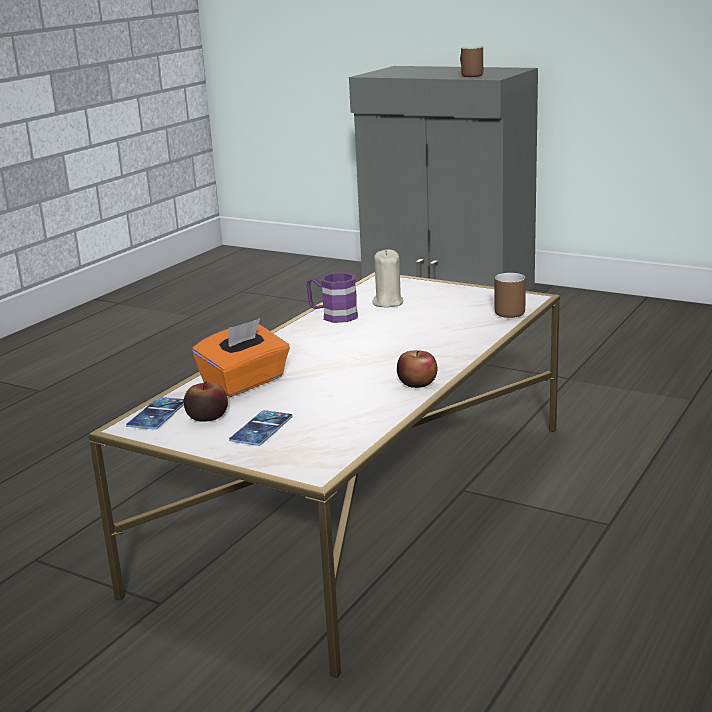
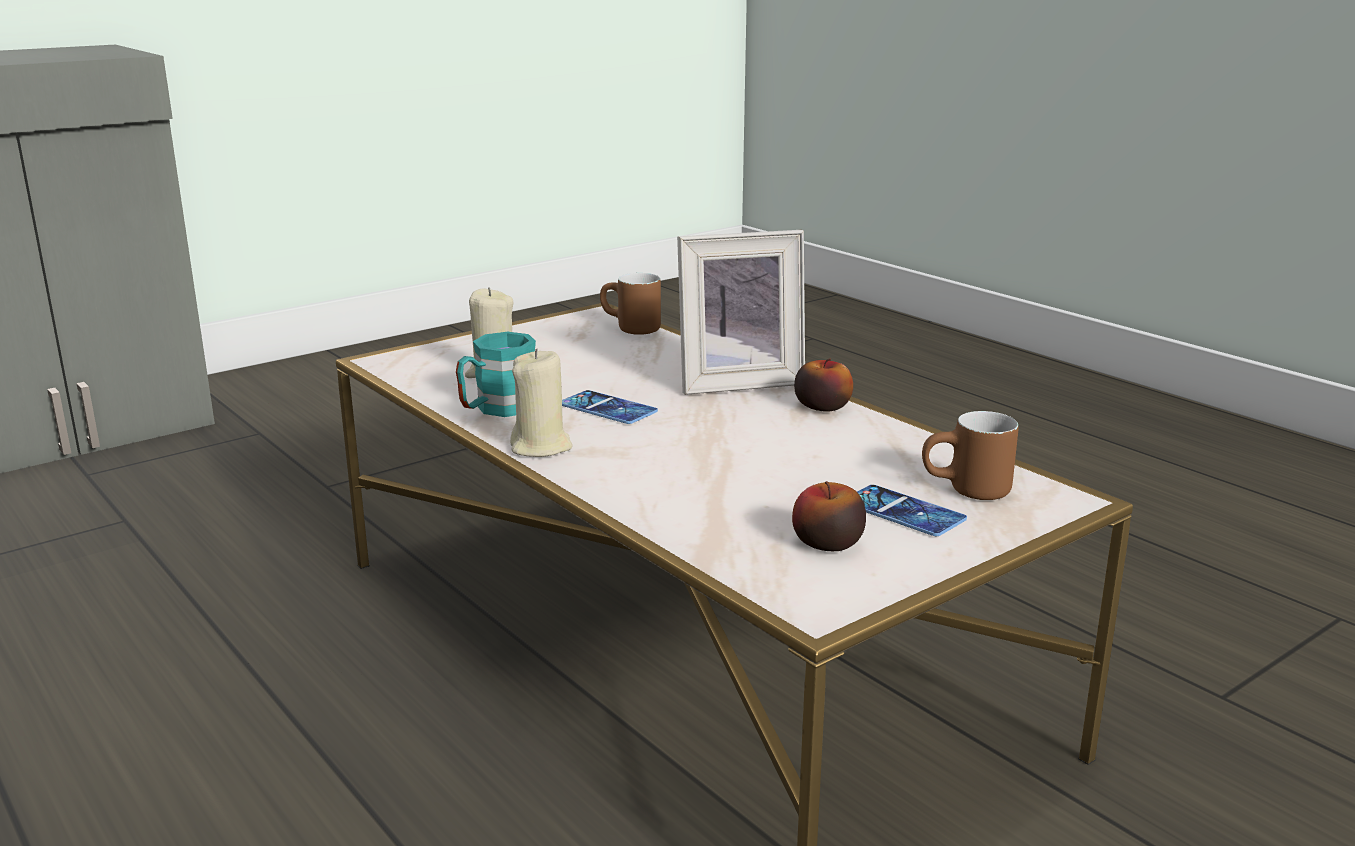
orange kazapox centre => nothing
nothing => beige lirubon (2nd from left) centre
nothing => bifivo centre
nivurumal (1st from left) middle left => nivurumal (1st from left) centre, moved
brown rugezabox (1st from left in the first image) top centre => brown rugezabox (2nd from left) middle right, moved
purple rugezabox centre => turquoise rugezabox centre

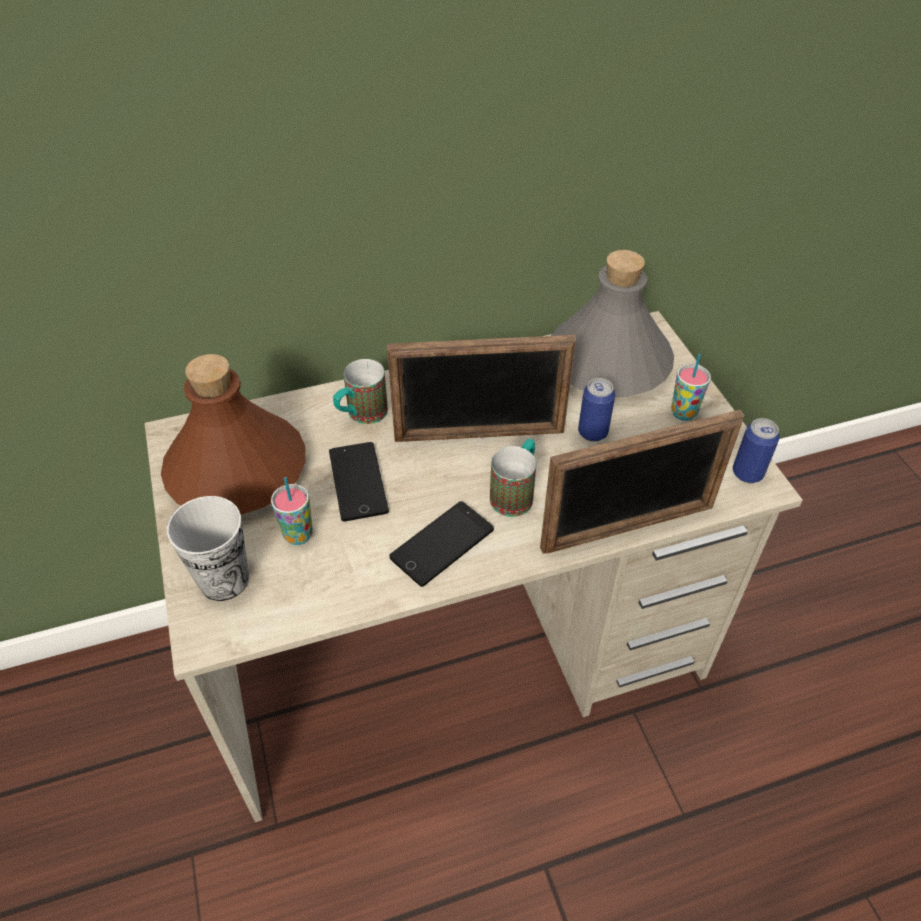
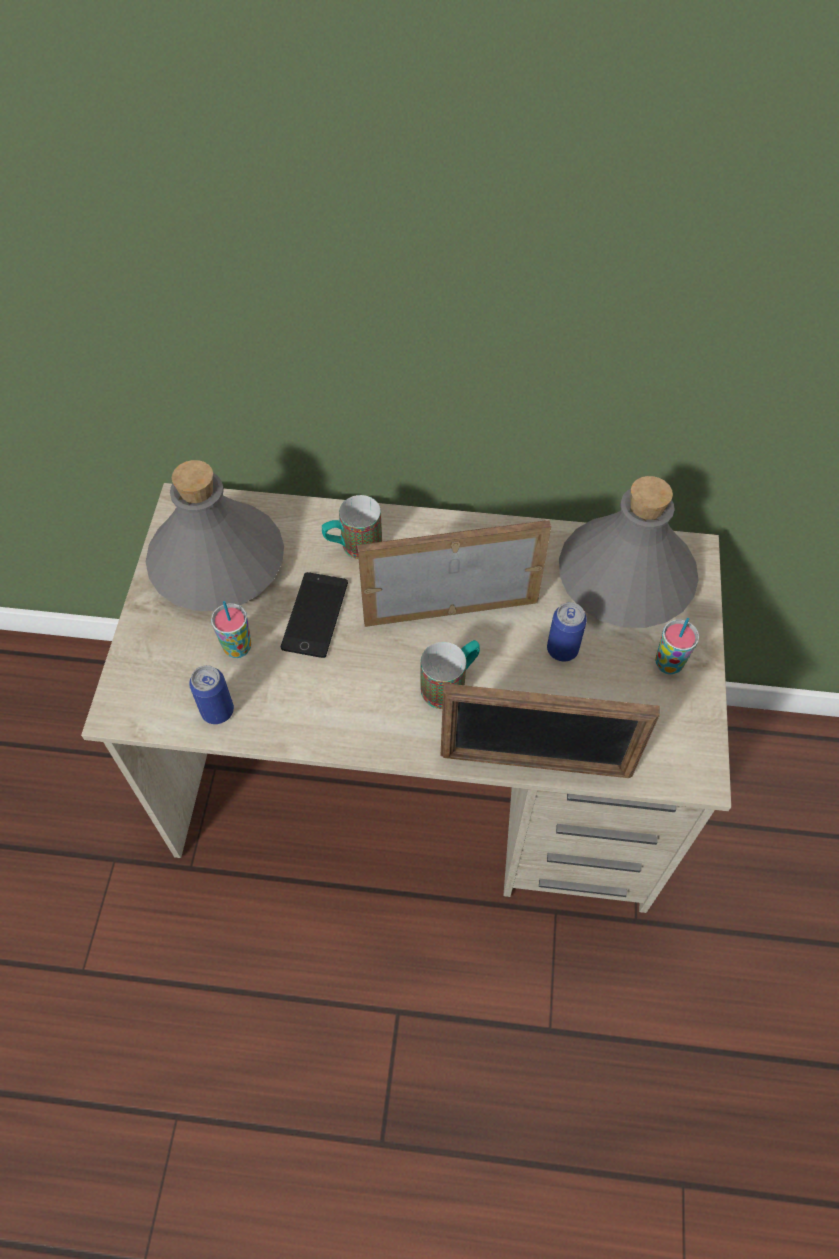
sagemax (1st from left) middle left => nothing
nivurumal (2nd from left) centre => nothing
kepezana (2nd from left in the first image) middle right => kepezana (1st from left) middle left, moved
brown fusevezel middle left => grey fusevezel (1st from left) middle left
bifivo (1st from left) centre, 150 degrees clockwise

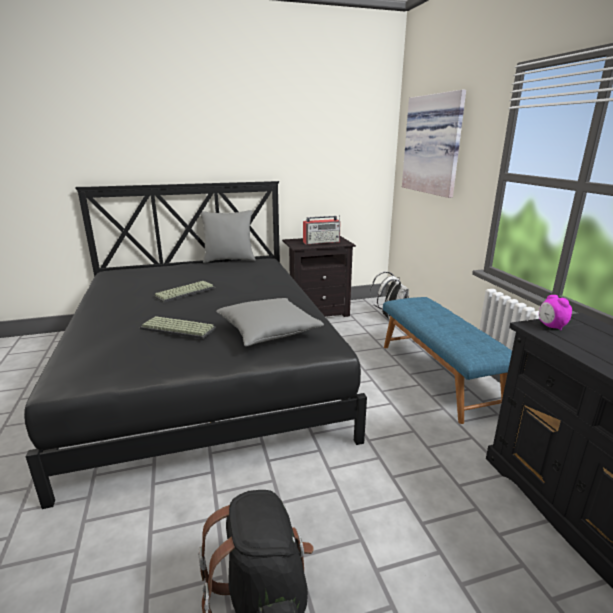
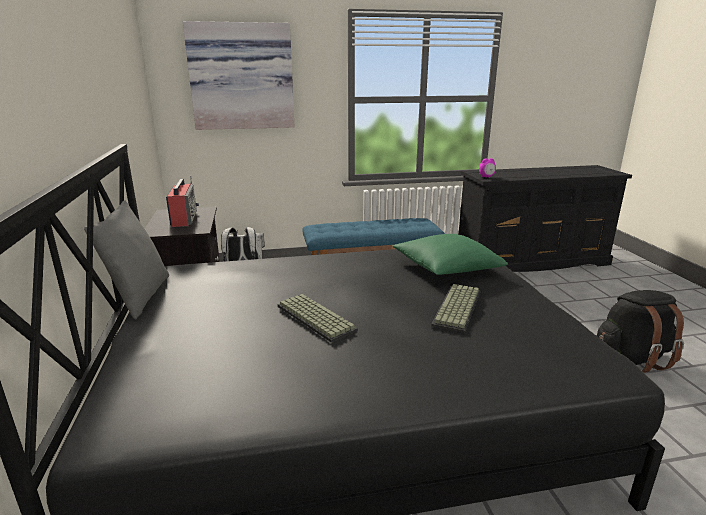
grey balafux (2nd from left) centre => green balafux centre

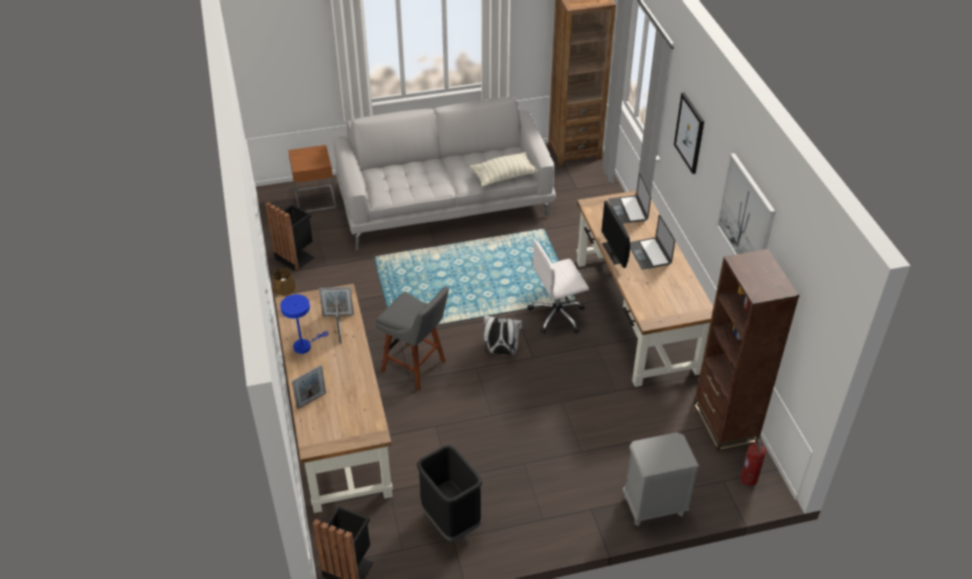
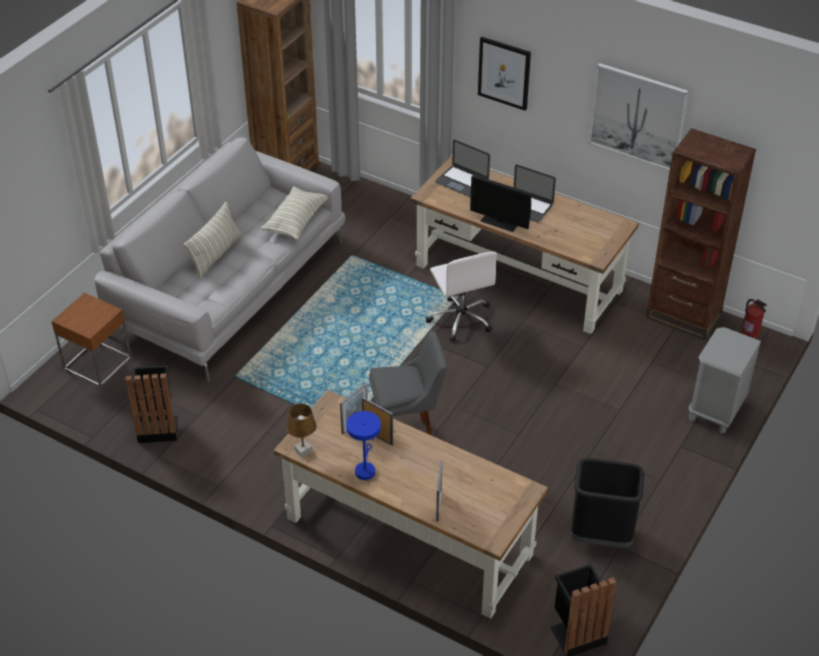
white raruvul centre => nothing
nothing => balafux (1st from left) middle left
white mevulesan centre, 45 degrees counterclockwise

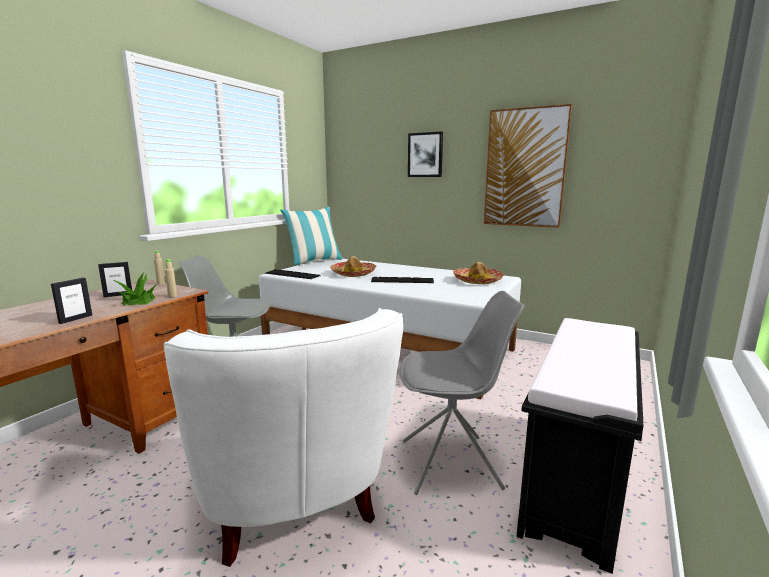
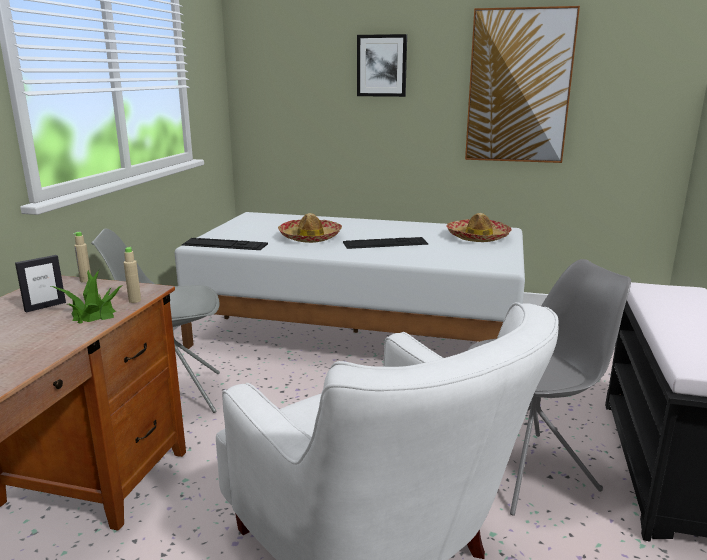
bifivo (1st from left) middle left => nothing
balafux centre => nothing

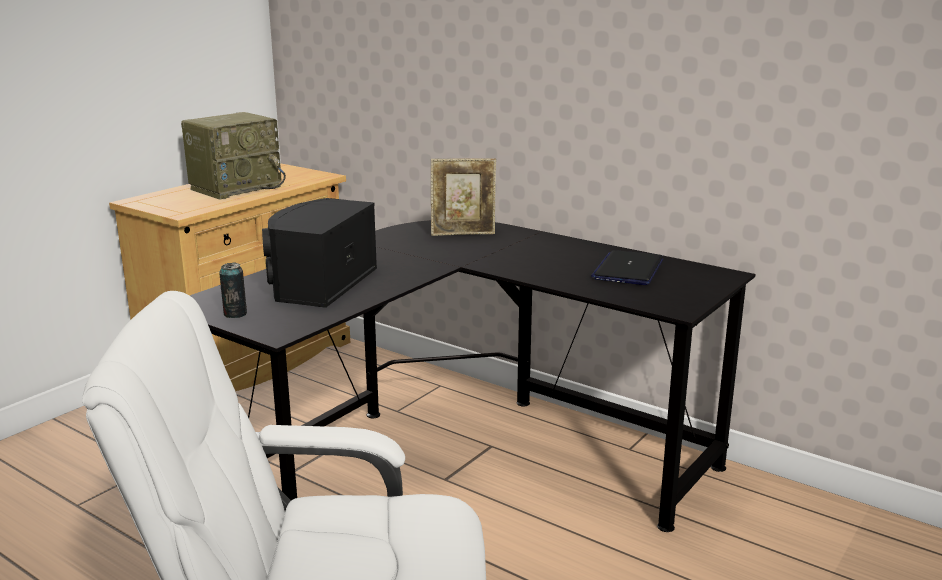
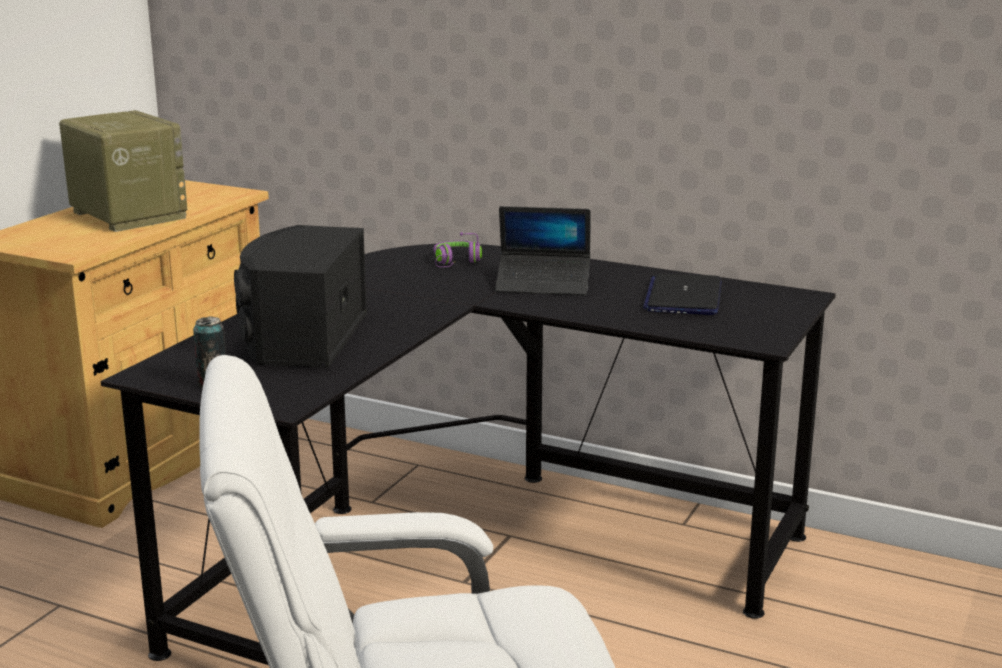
nothing => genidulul (1st from left) centre
bifivo centre => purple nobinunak centre
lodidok top left, 75 degrees counterclockwise

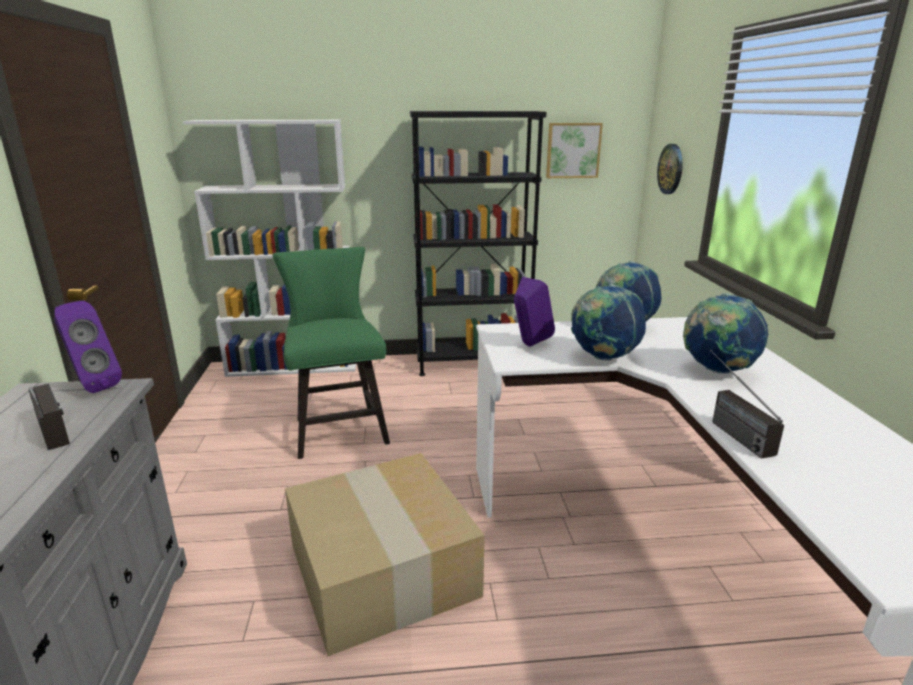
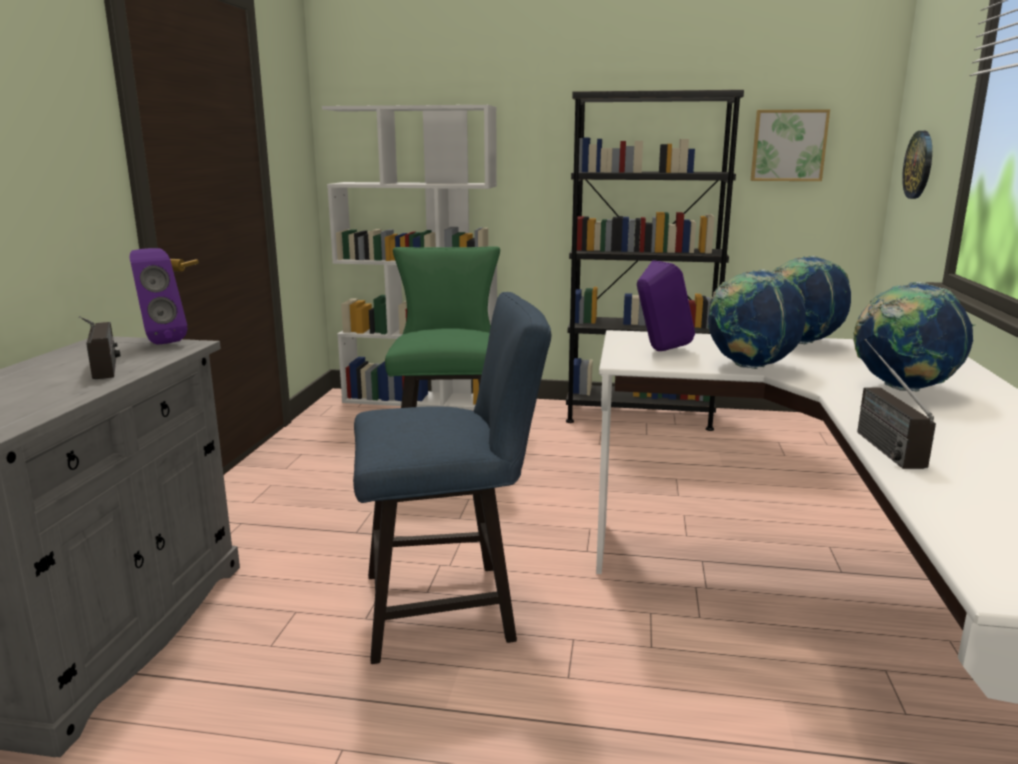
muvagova bottom centre => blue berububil centre

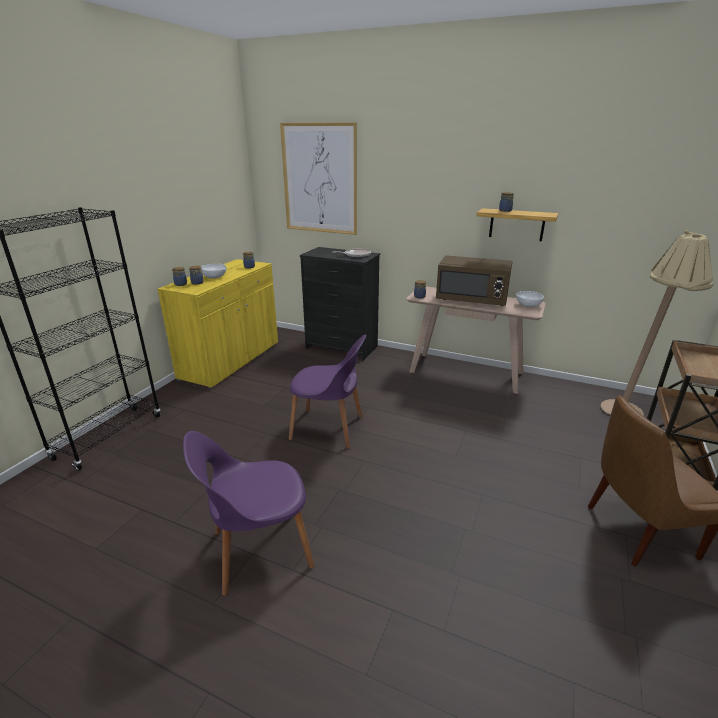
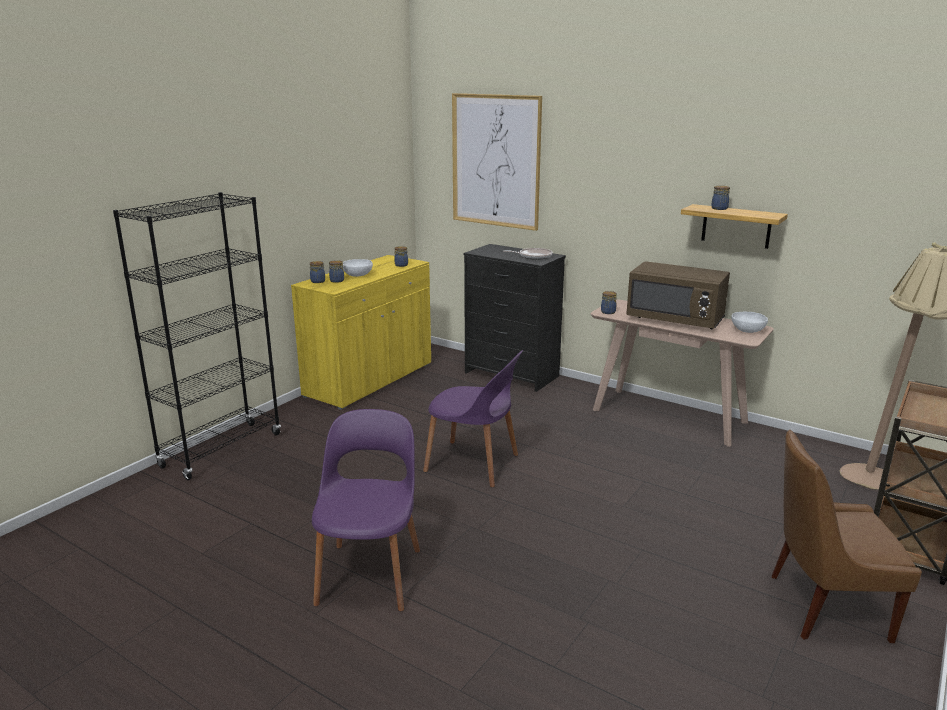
purple berububil (1st from left) bottom centre, 105 degrees clockwise

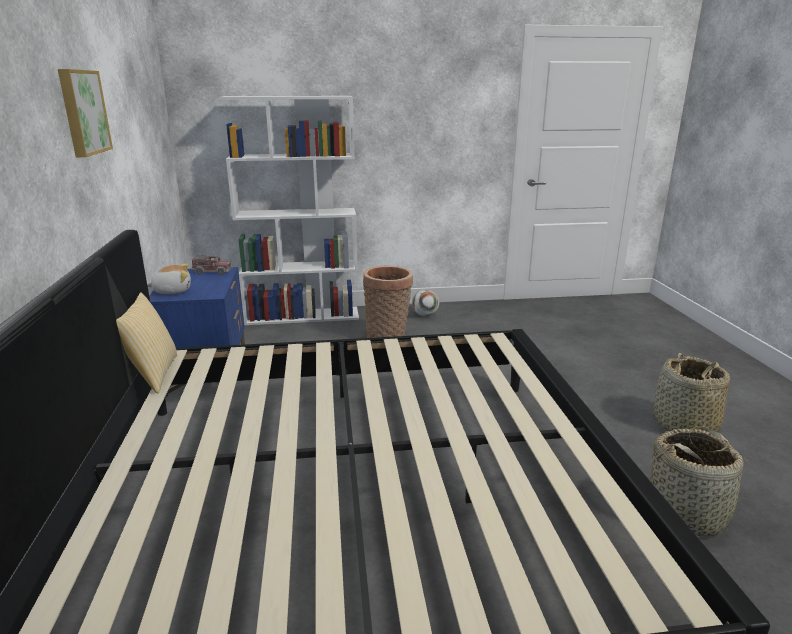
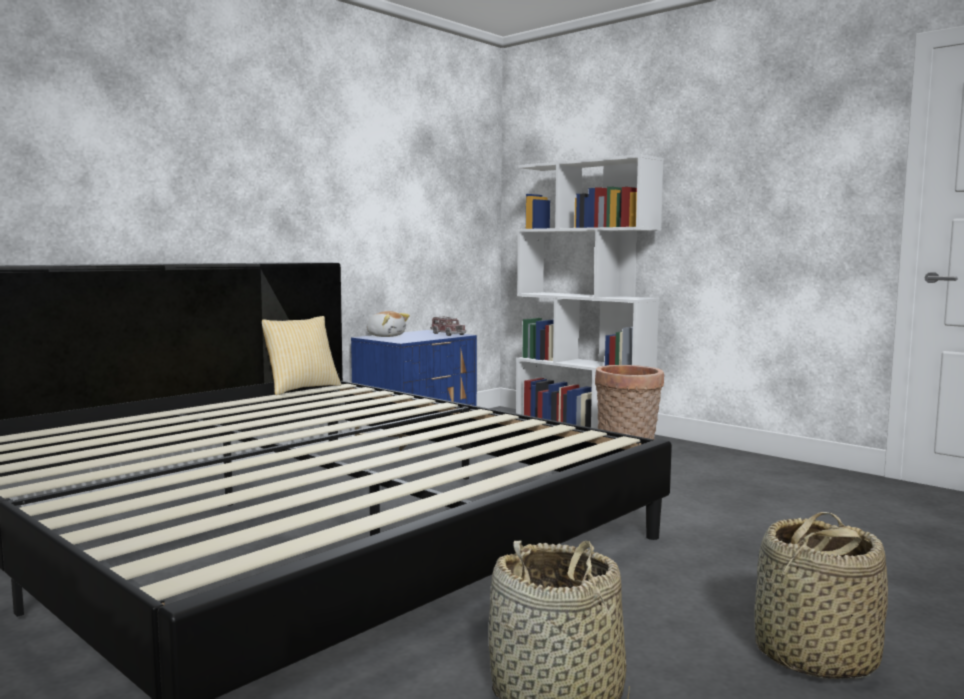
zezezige top left => nothing
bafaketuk centre => nothing

